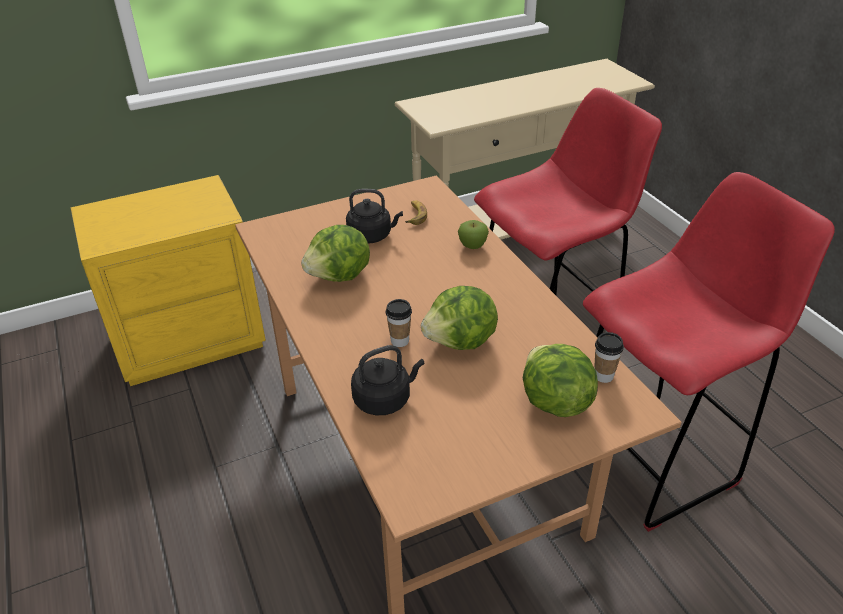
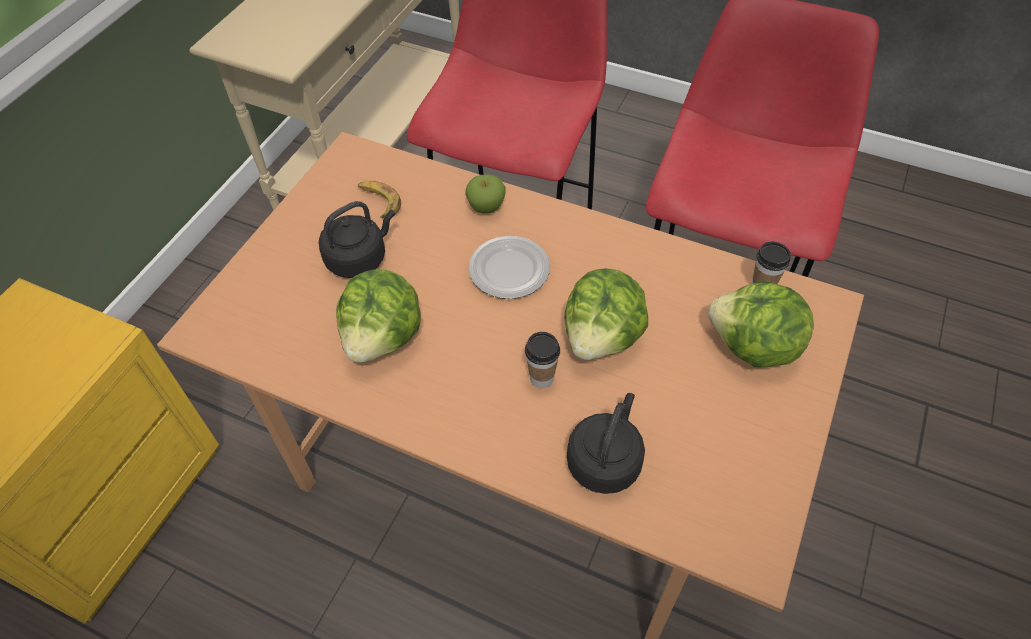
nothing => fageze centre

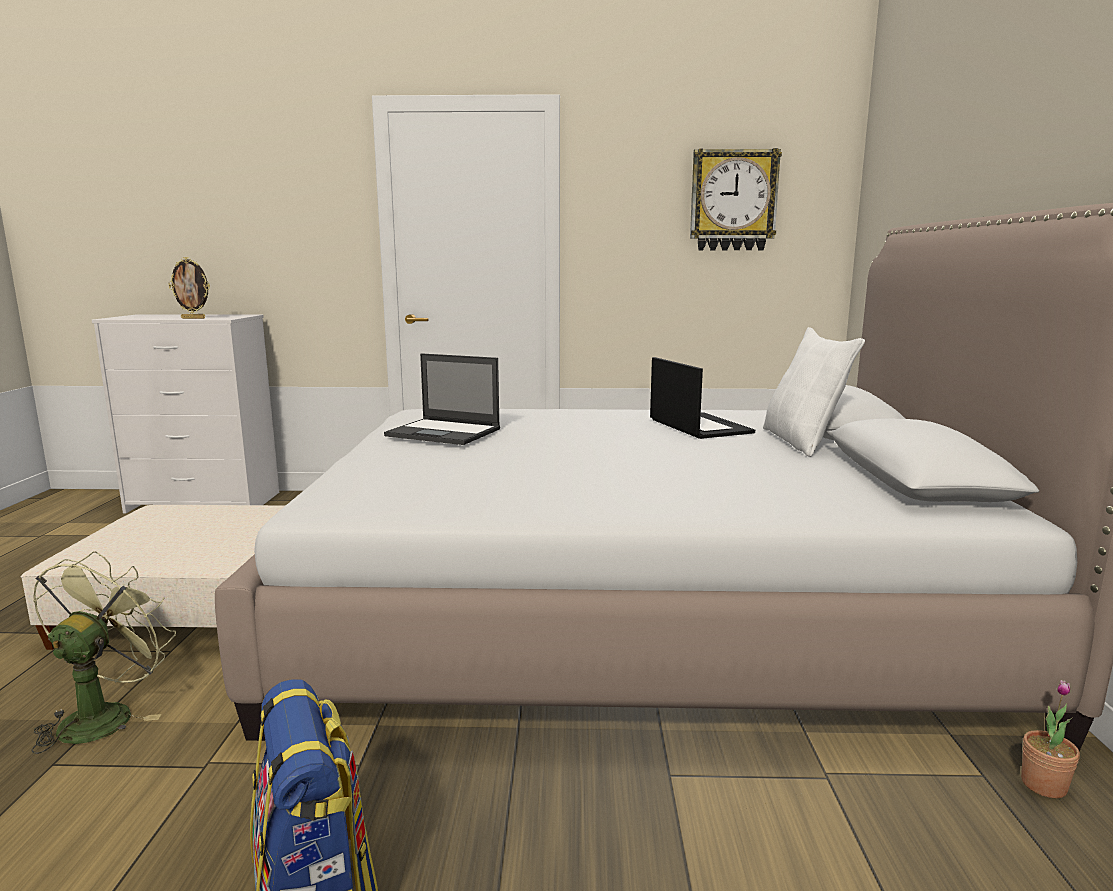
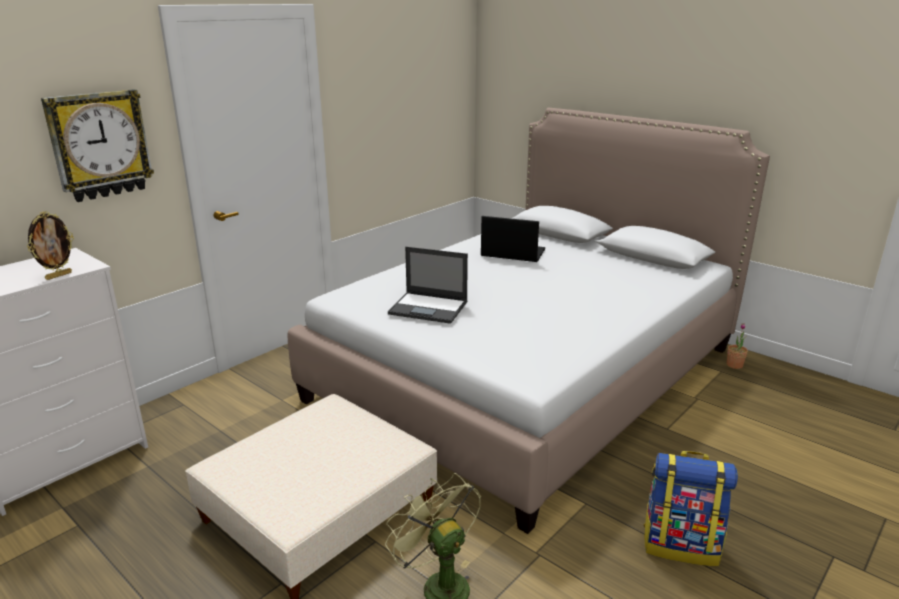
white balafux middle right => nothing
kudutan top centre => kudutan top left, moved
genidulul (1st from left) centre, 45 degrees clockwise

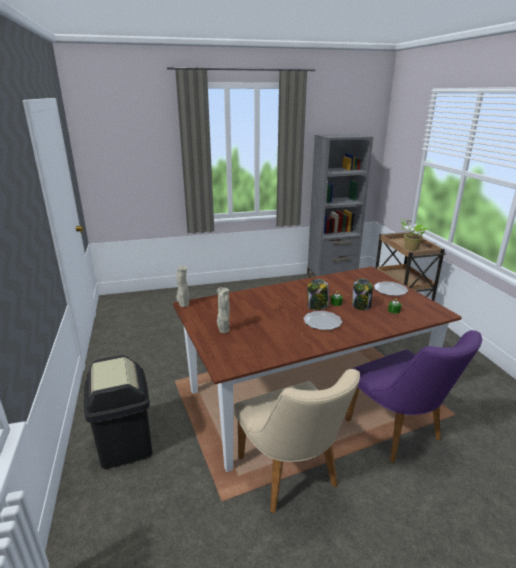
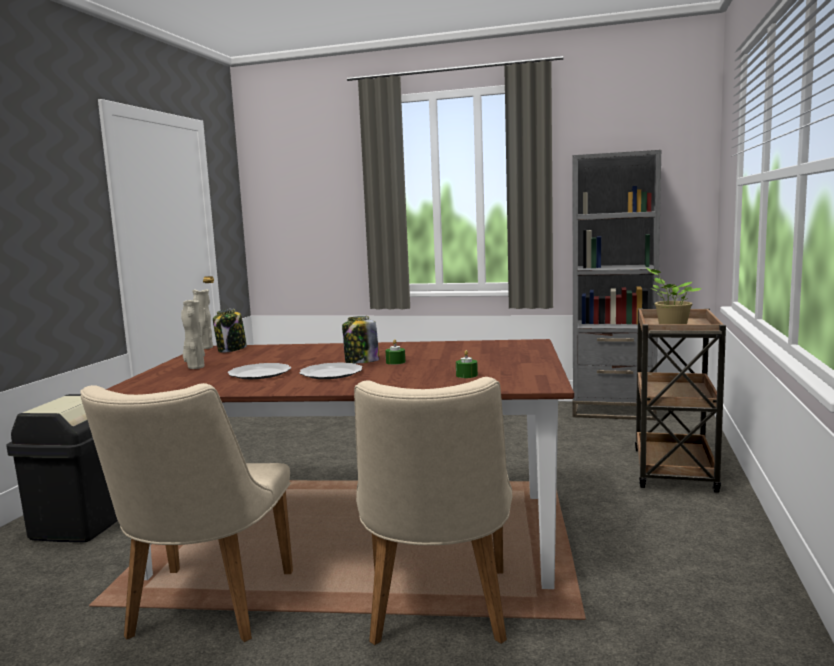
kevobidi (2nd from left in the first image) middle right => kevobidi (1st from left) middle left, moved
fageze (2nd from left in the first image) middle right => fageze (1st from left) middle left, moved
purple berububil bottom right => beige berububil (2nd from left) bottom centre

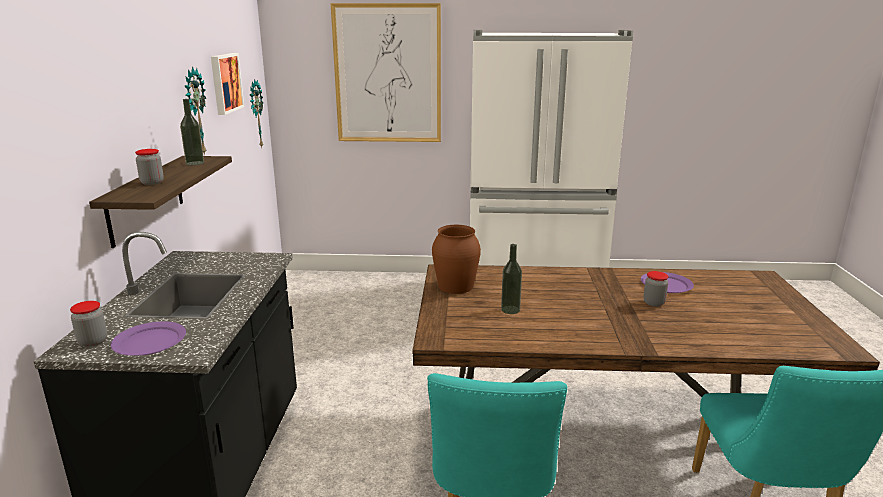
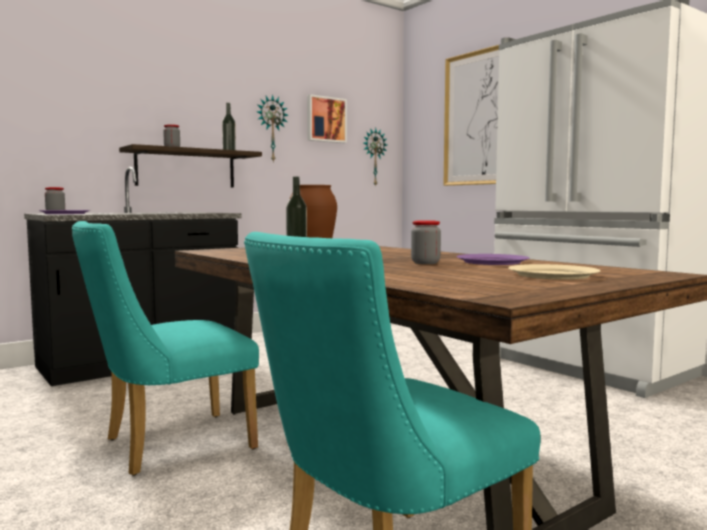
nothing => beige fageze middle right

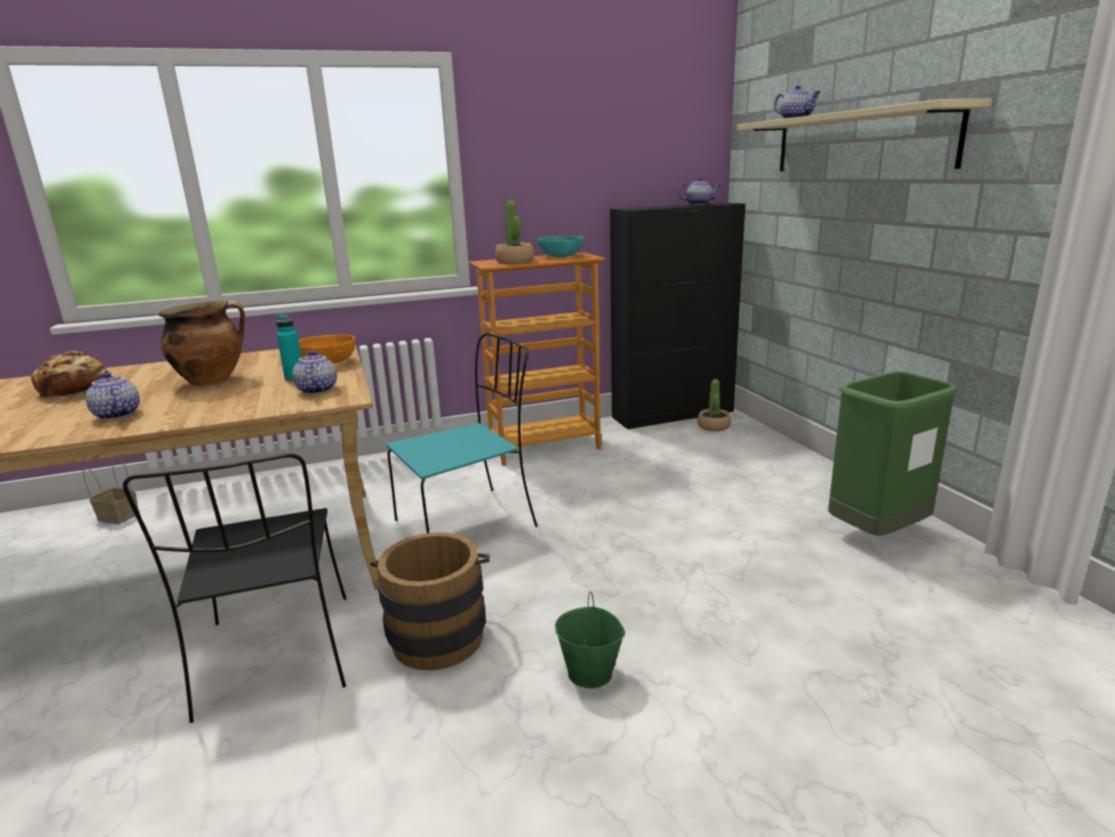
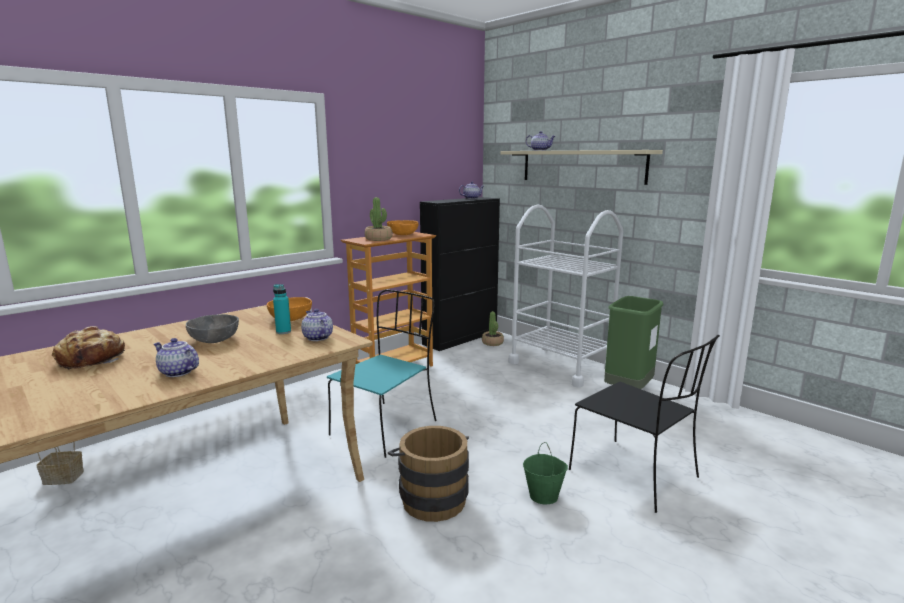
nothing => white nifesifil centre
black berububil bottom left => black berububil bottom right, moved
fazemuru middle left => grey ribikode middle left
turquoise ribikode top centre => orange ribikode (2nd from left) centre

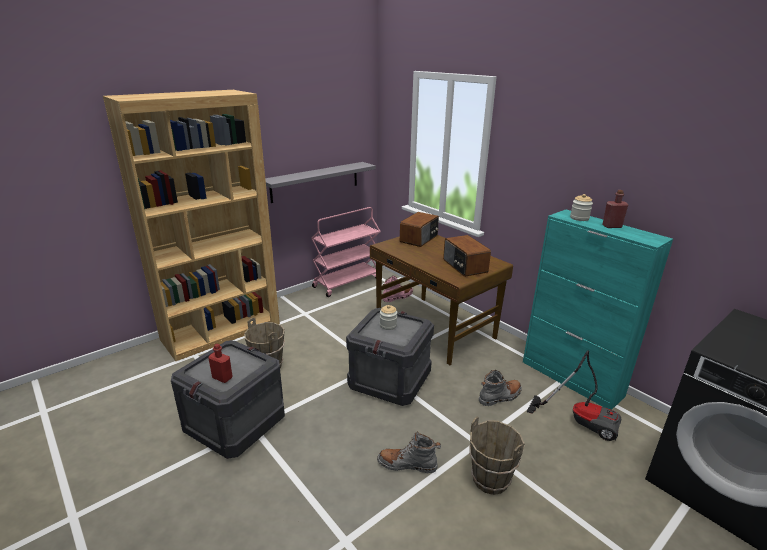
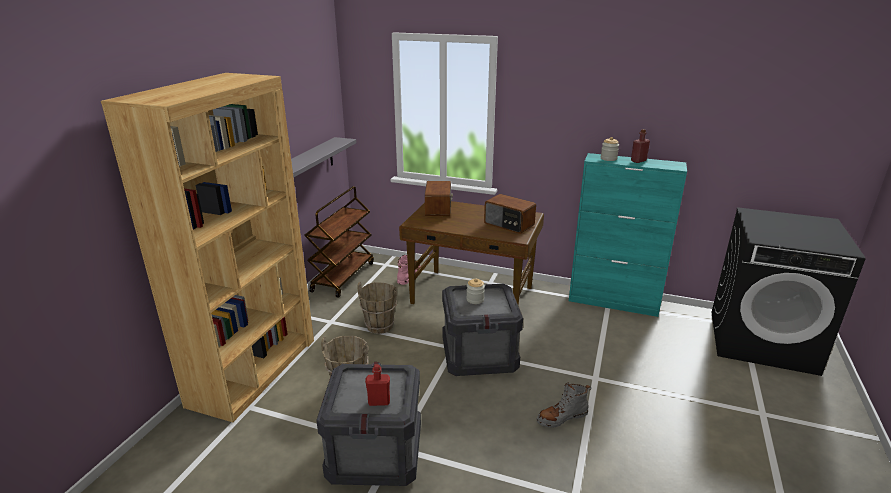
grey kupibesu (2nd from left) bottom centre => nothing
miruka bottom right => nothing
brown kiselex (2nd from left) bottom centre => brown kiselex (2nd from left) centre, moved
pink nifesifil centre => brown nifesifil centre

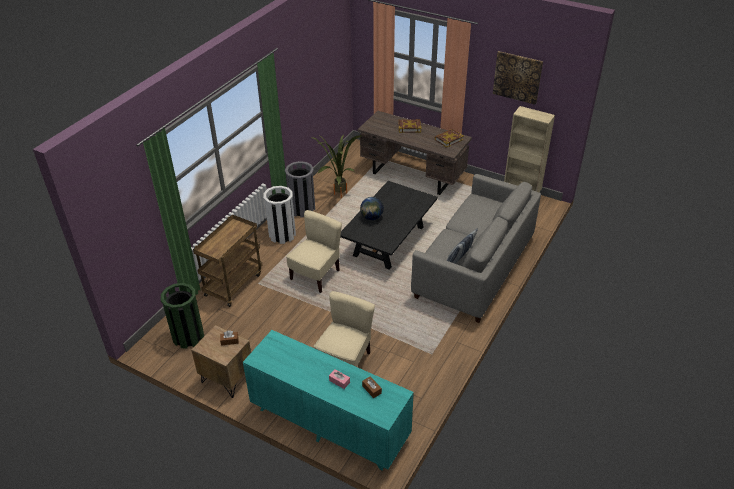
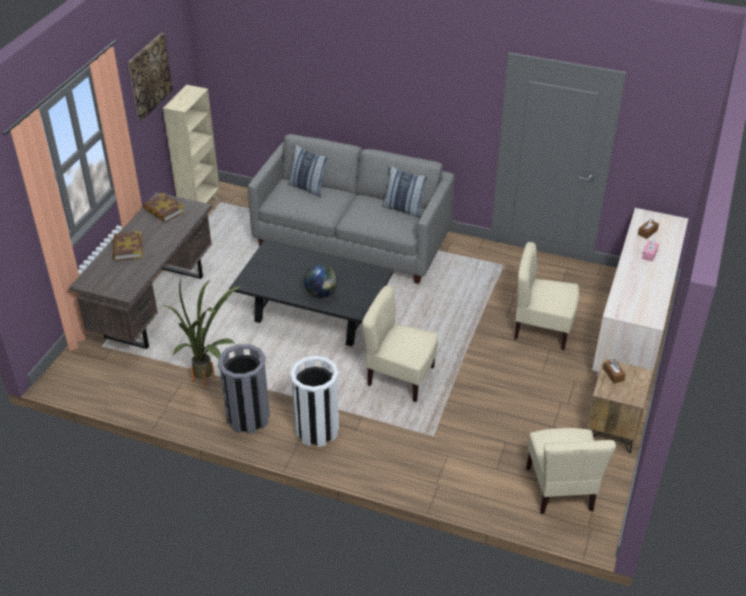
brown nifesifil middle left => nothing
nothing => balafux (1st from left) top centre
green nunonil middle left => beige berububil (3rd from left) bottom right
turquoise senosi bottom centre => beige senosi middle right

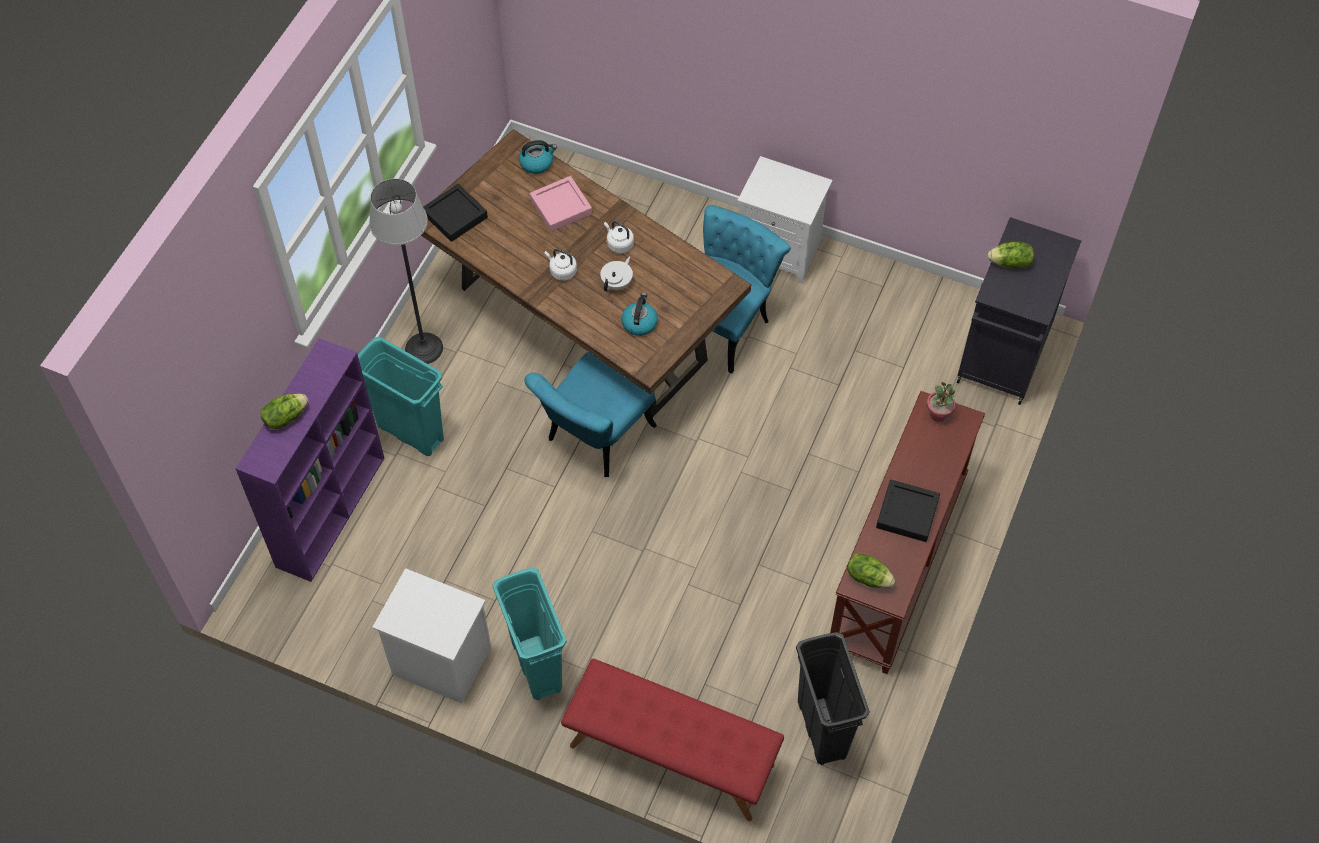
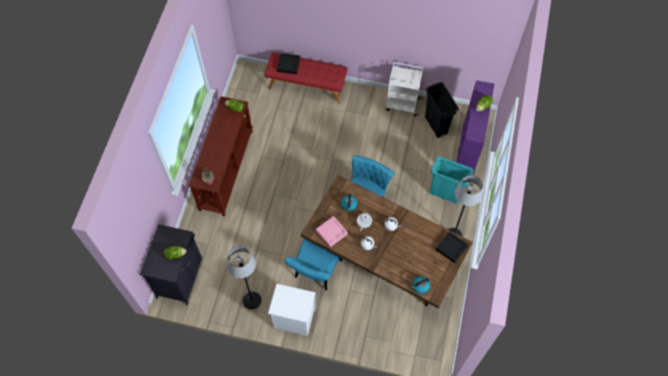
turquoise nunonil (2nd from left) bottom centre => nothing
nothing => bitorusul (1st from left) bottom centre
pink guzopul top centre => pink guzopul centre, moved
black nunonil bottom centre => black nunonil top centre, moved
black guzopul (2nd from left in the first image) middle right => black guzopul (1st from left) top centre, moved
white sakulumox (1st from left) bottom left => white nifesifil top centre

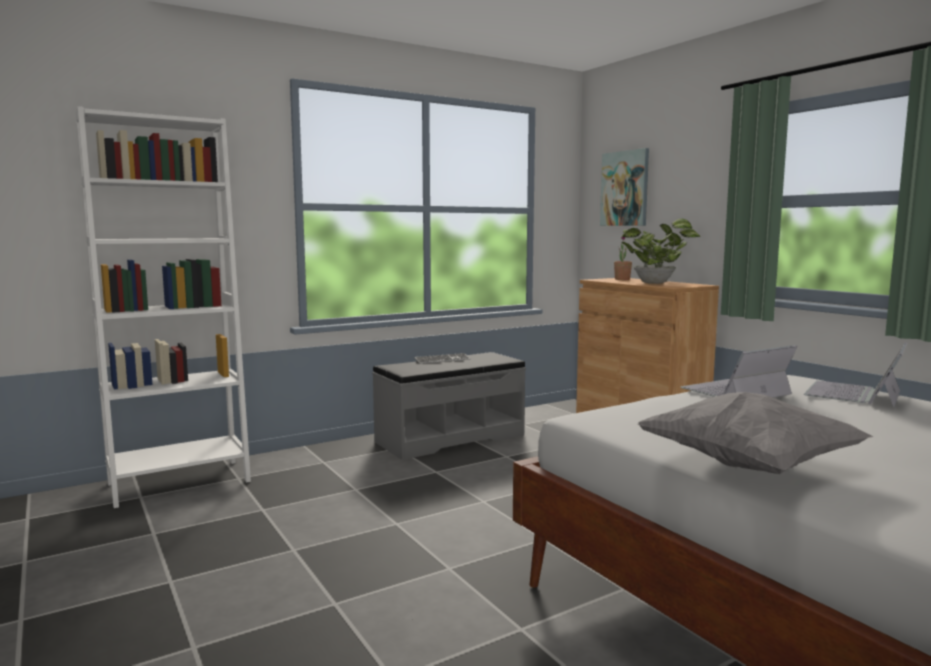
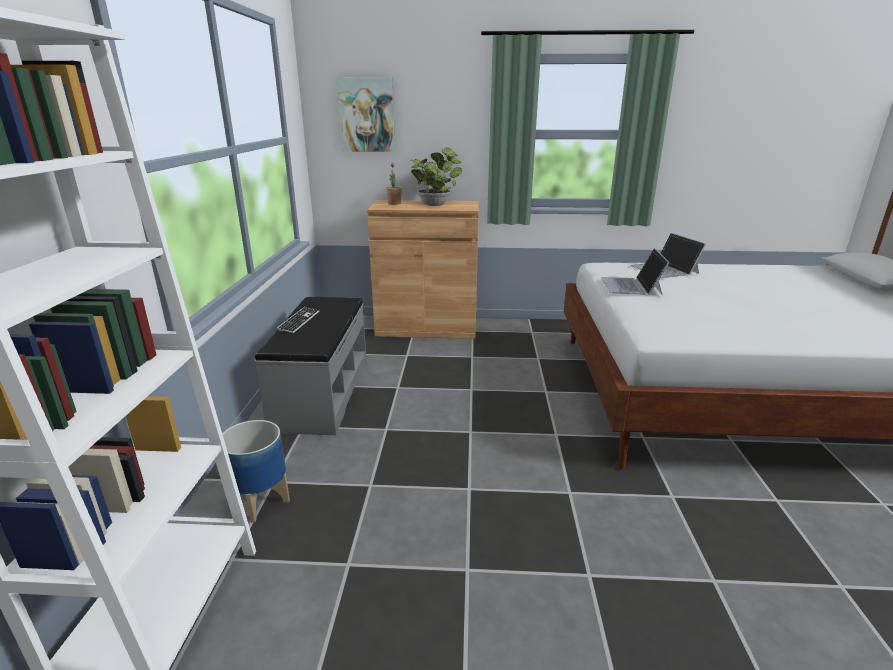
grey balafux middle right => nothing
nothing => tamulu bottom left

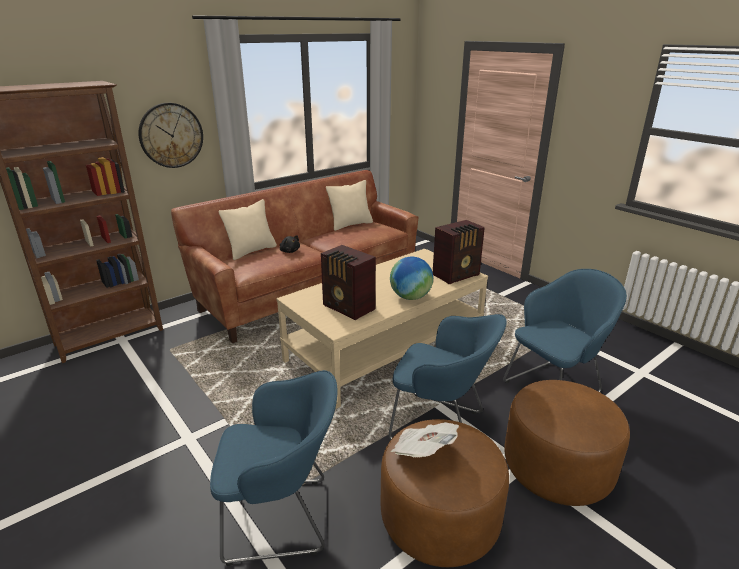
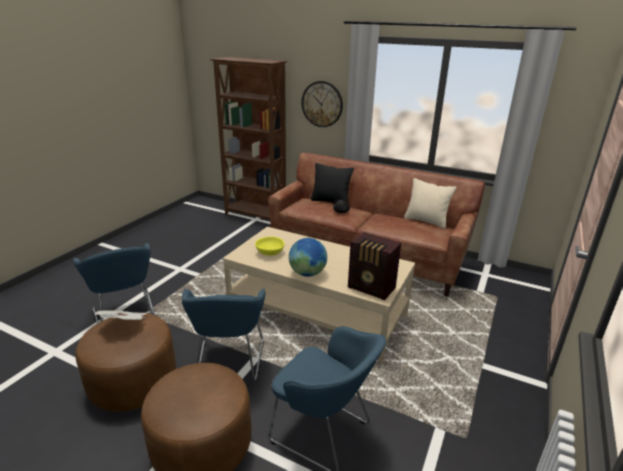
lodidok (1st from left) centre => yellow ribikode centre
beige balafux (1st from left) centre => black balafux centre

